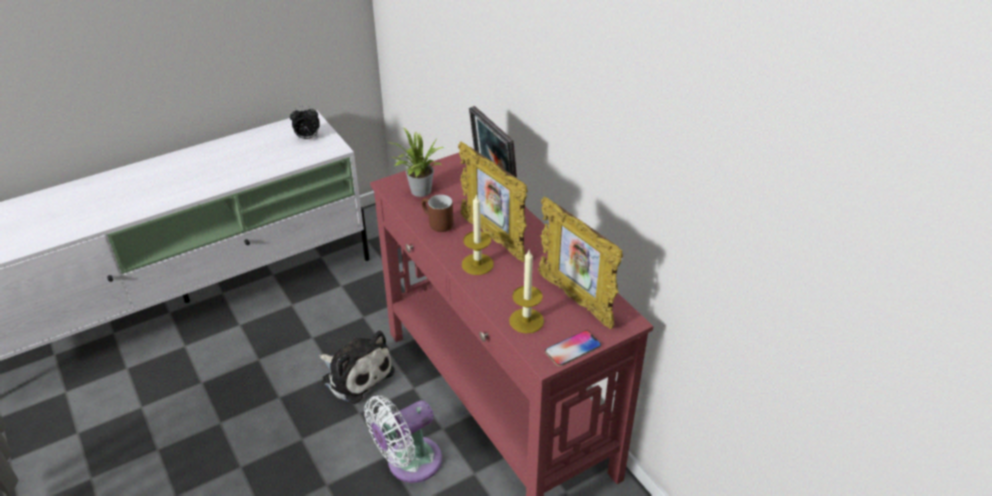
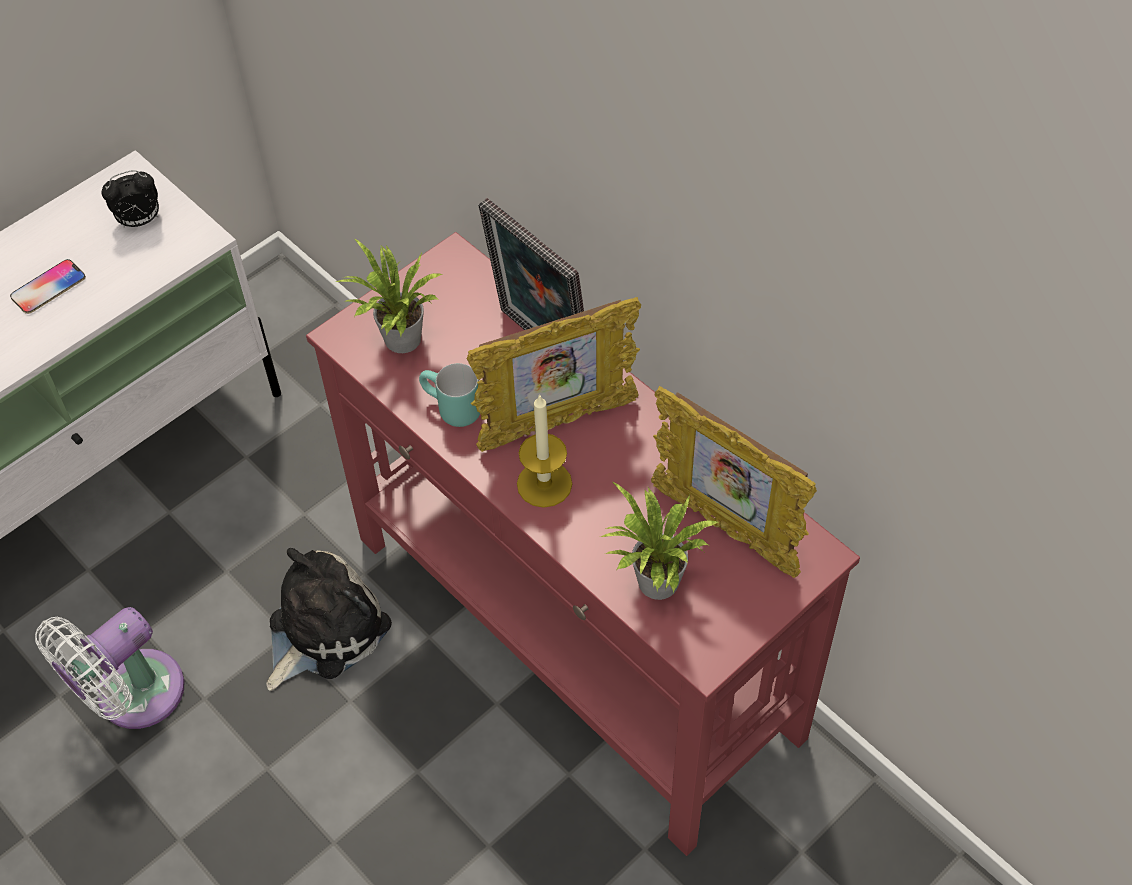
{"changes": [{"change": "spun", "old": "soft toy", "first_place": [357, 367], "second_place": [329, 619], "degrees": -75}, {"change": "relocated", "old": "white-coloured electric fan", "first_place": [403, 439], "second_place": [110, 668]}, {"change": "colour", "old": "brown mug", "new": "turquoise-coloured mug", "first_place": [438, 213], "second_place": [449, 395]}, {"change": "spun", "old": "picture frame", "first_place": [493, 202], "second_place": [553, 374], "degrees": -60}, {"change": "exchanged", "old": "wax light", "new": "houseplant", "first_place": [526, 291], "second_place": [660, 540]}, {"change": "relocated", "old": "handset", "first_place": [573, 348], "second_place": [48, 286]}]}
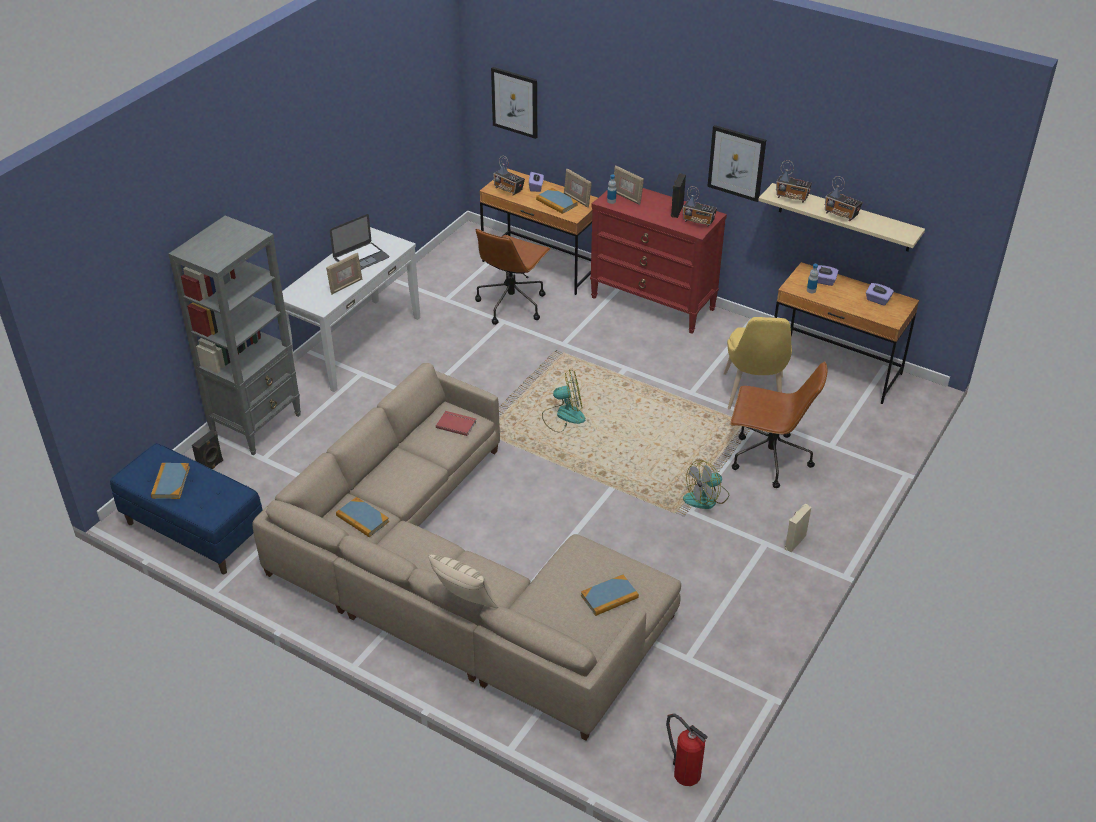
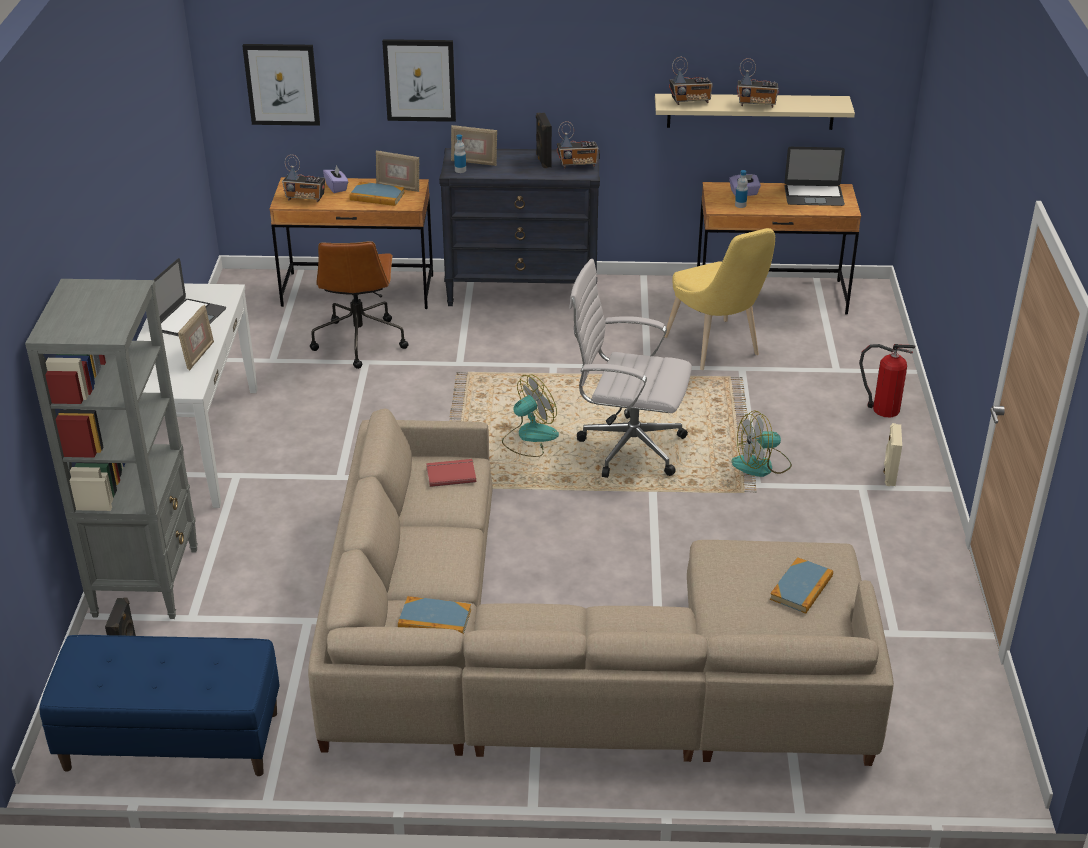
{"changes": [{"change": "missing", "old": "book", "first_place": [170, 481]}, {"change": "missing", "old": "beige-coloured throw pillow", "first_place": [463, 581]}, {"change": "colour", "old": "reddish dresser", "new": "black dresser", "first_place": [658, 261], "second_place": [519, 227]}, {"change": "relocated", "old": "fire-fighting cylinder", "first_place": [687, 749], "second_place": [887, 380]}, {"change": "spun", "old": "electric fan", "first_place": [706, 484], "second_place": [761, 443], "degrees": 45}, {"change": "relocated", "old": "wall picture", "first_place": [736, 163], "second_place": [419, 80]}, {"change": "missing", "old": "brown computer chair", "first_place": [778, 424]}, {"change": "exchanged", "old": "purplish tissue box", "new": "notebook computer", "first_place": [880, 294], "second_place": [814, 176]}, {"change": "appeared", "new": "white-coloured computer chair", "second_place": [630, 368]}]}
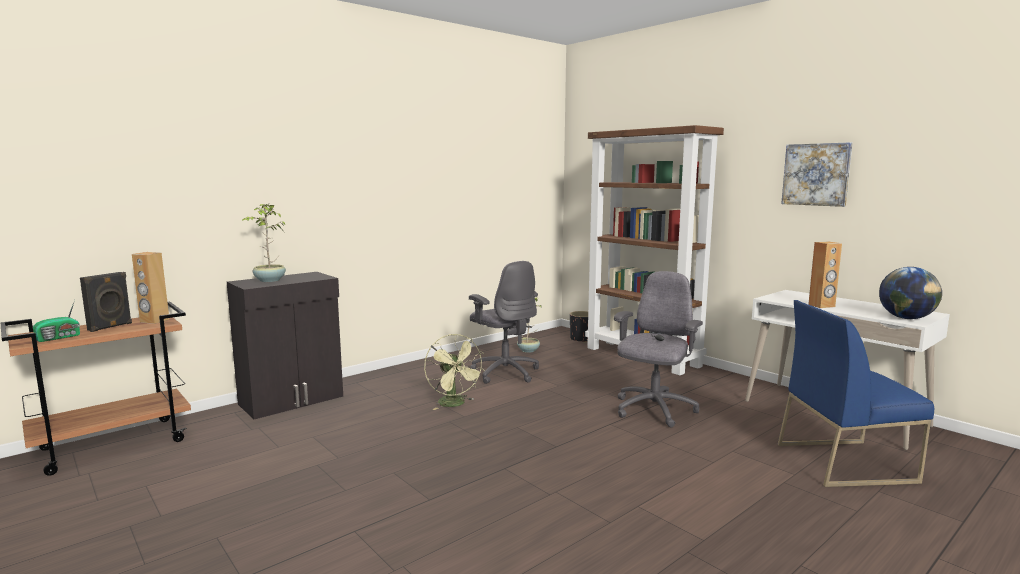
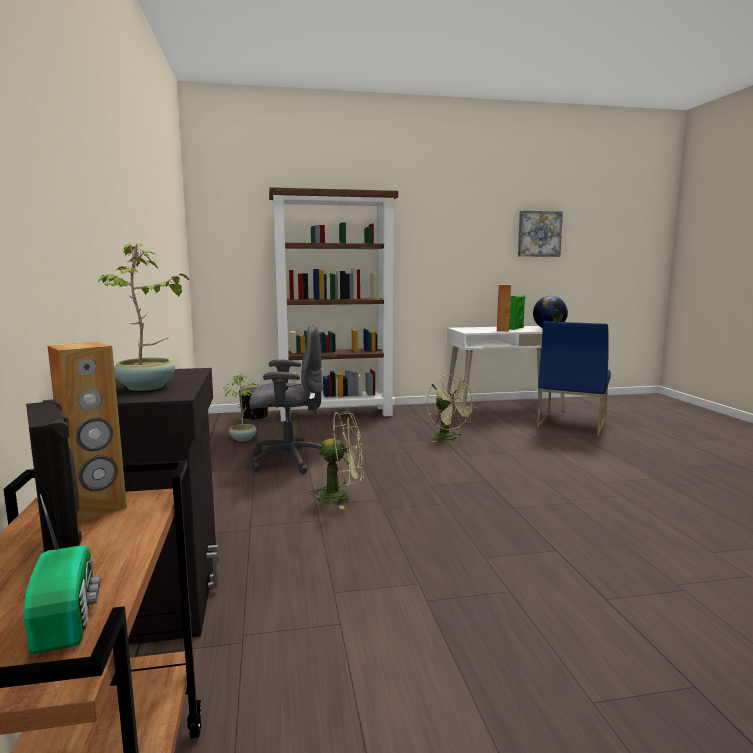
{"changes": [{"change": "exchanged", "old": "grey computer chair", "new": "green electric fan", "first_place": [658, 349], "second_place": [452, 408]}, {"change": "relocated", "old": "wall picture", "first_place": [816, 174], "second_place": [540, 234]}, {"change": "appeared", "new": "green audio speaker", "second_place": [517, 312]}]}
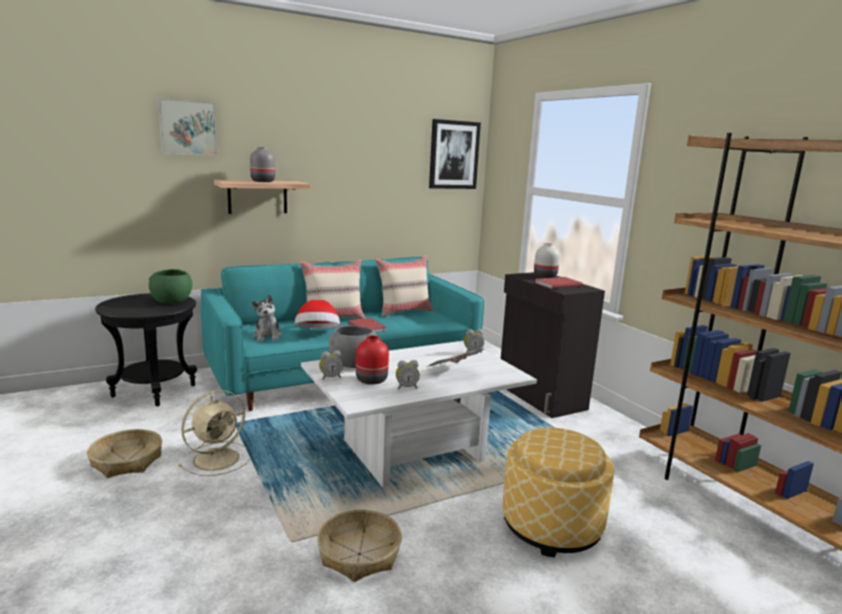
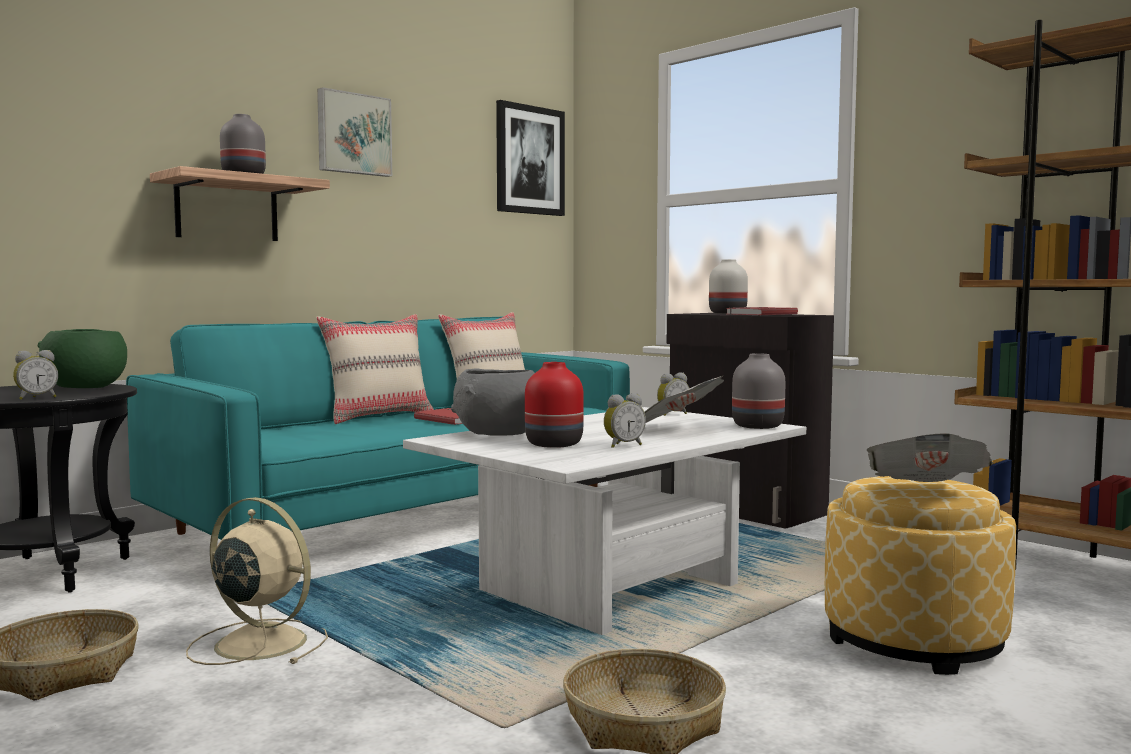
{"changes": [{"change": "relocated", "old": "wall picture", "first_place": [187, 127], "second_place": [354, 132]}, {"change": "spun", "old": "beige-coloured electric fan", "first_place": [214, 433], "second_place": [257, 581], "degrees": -90}, {"change": "missing", "old": "soft toy", "first_place": [267, 318]}, {"change": "missing", "old": "wearable hat", "first_place": [317, 314]}, {"change": "relocated", "old": "table clock", "first_place": [331, 365], "second_place": [35, 375]}, {"change": "appeared", "new": "grey vase", "second_place": [758, 391]}, {"change": "appeared", "new": "newspaper", "second_place": [929, 457]}]}
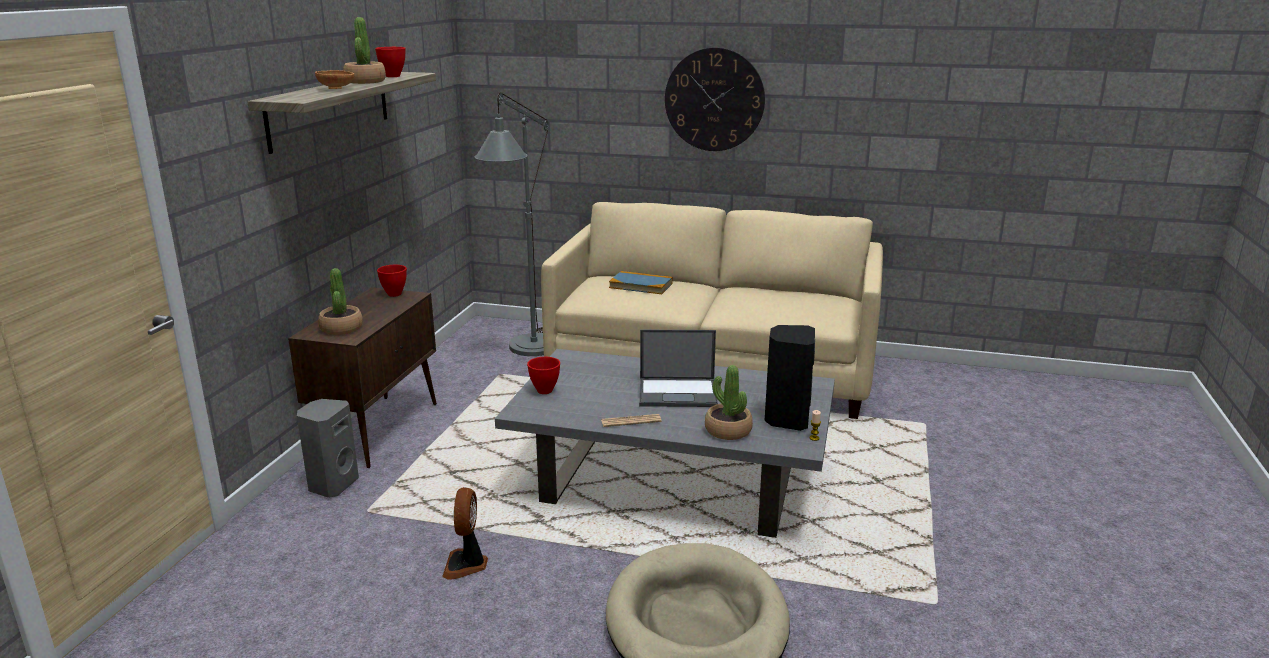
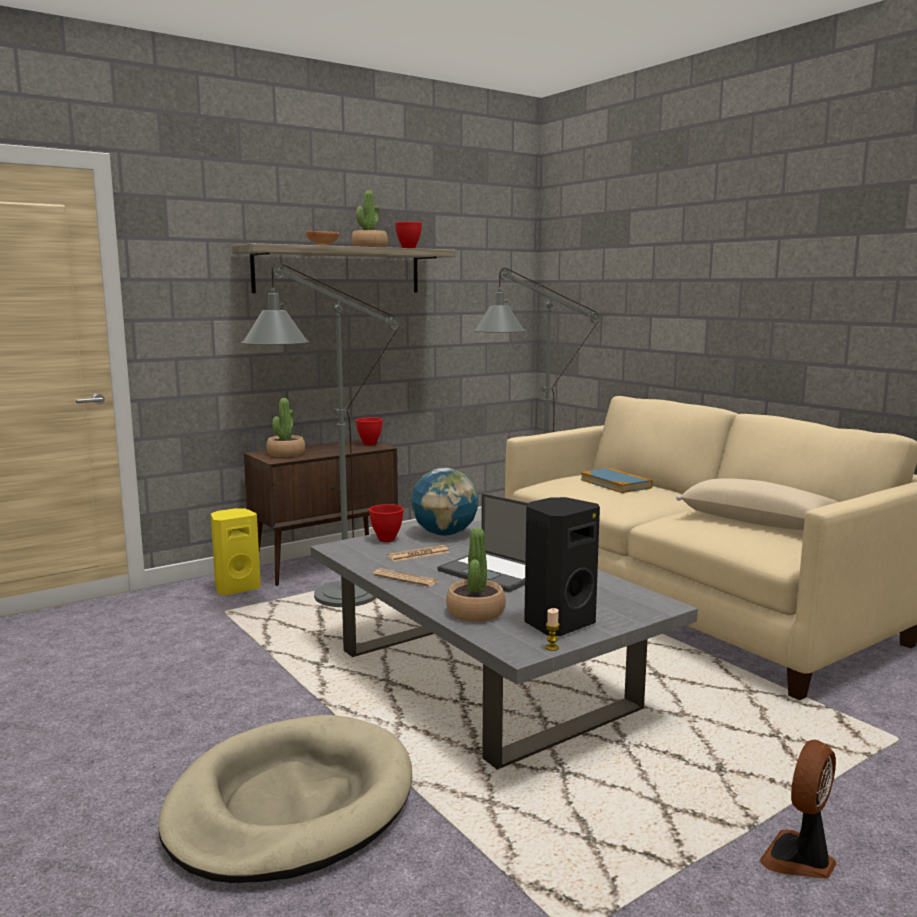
{"changes": [{"change": "colour", "old": "grey audio speaker", "new": "yellowish audio speaker", "first_place": [328, 448], "second_place": [236, 551]}, {"change": "relocated", "old": "electric fan", "first_place": [465, 533], "second_place": [797, 809]}, {"change": "missing", "old": "clock on the wall", "first_place": [715, 99]}, {"change": "appeared", "new": "grey standard lamp", "second_place": [320, 435]}, {"change": "appeared", "new": "newspaper", "second_place": [418, 553]}, {"change": "appeared", "new": "world globe", "second_place": [444, 502]}, {"change": "appeared", "new": "beige-coloured throw pillow", "second_place": [757, 504]}]}
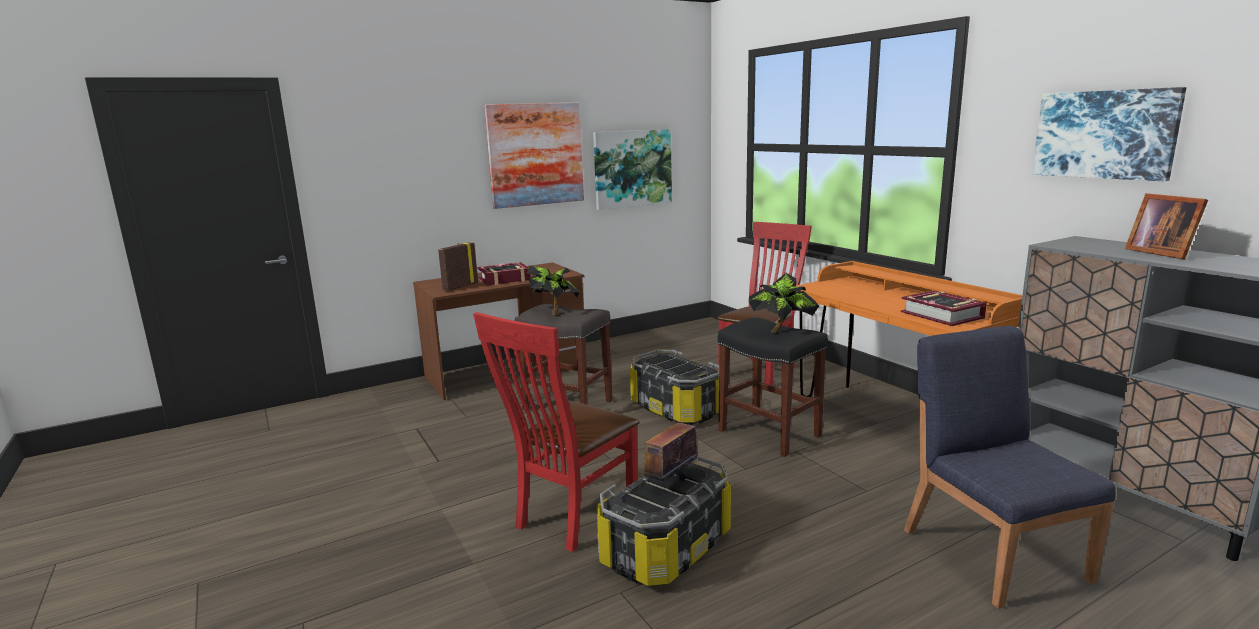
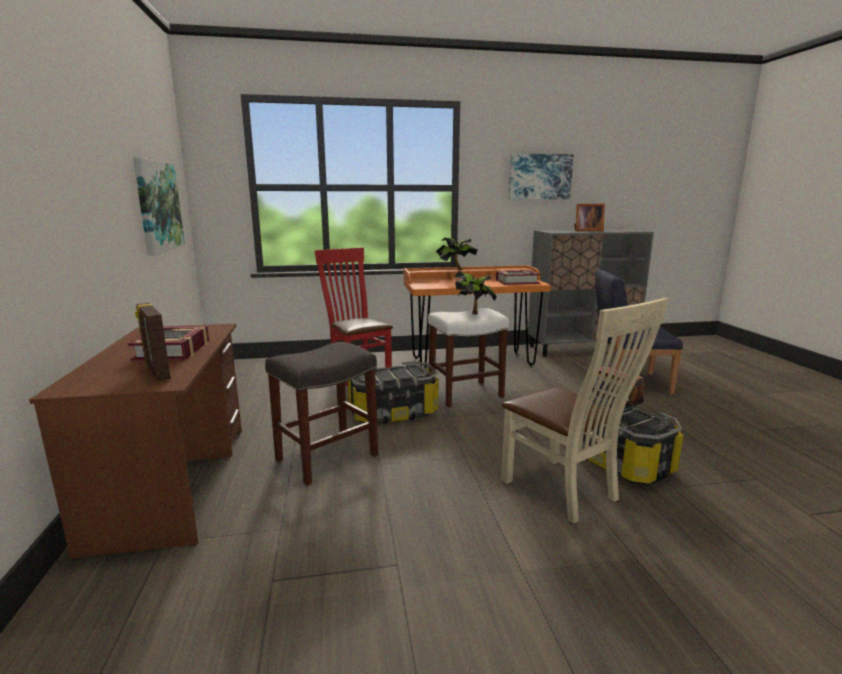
{"changes": [{"change": "colour", "old": "reddish chair", "new": "beige-coloured chair", "first_place": [556, 432], "second_place": [585, 411]}, {"change": "missing", "old": "wall picture", "first_place": [534, 156]}, {"change": "relocated", "old": "houseplant", "first_place": [553, 290], "second_place": [457, 254]}, {"change": "colour", "old": "black stool seat", "new": "white-coloured stool seat", "first_place": [773, 387], "second_place": [468, 357]}]}
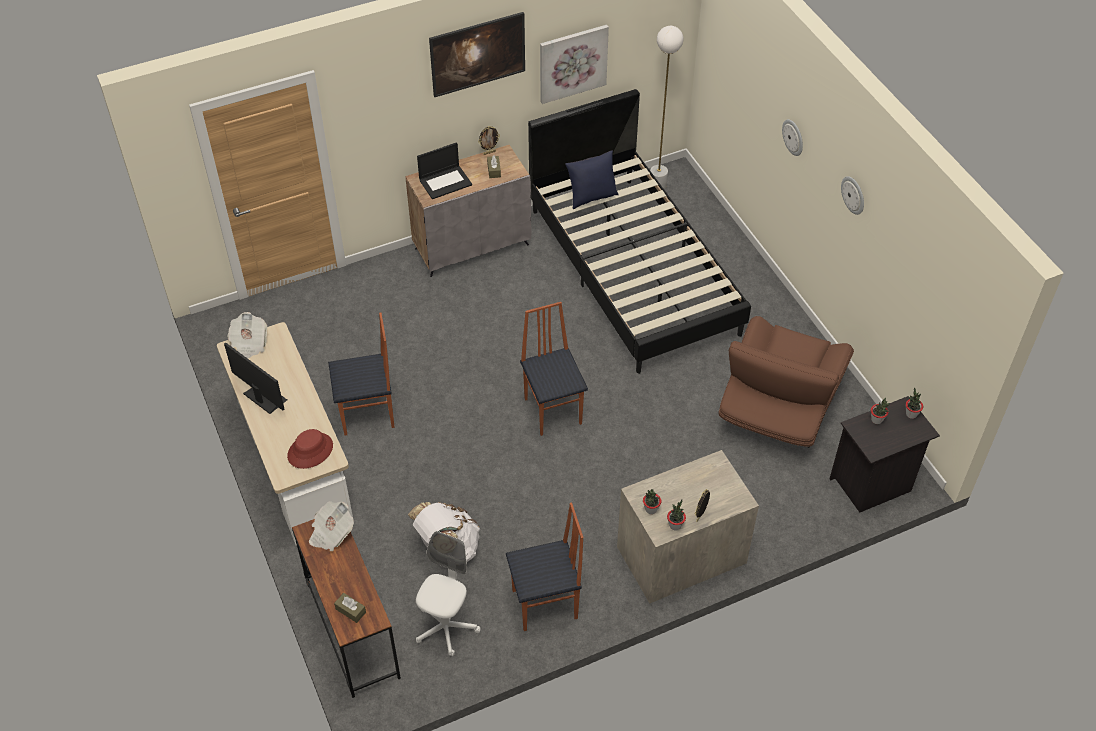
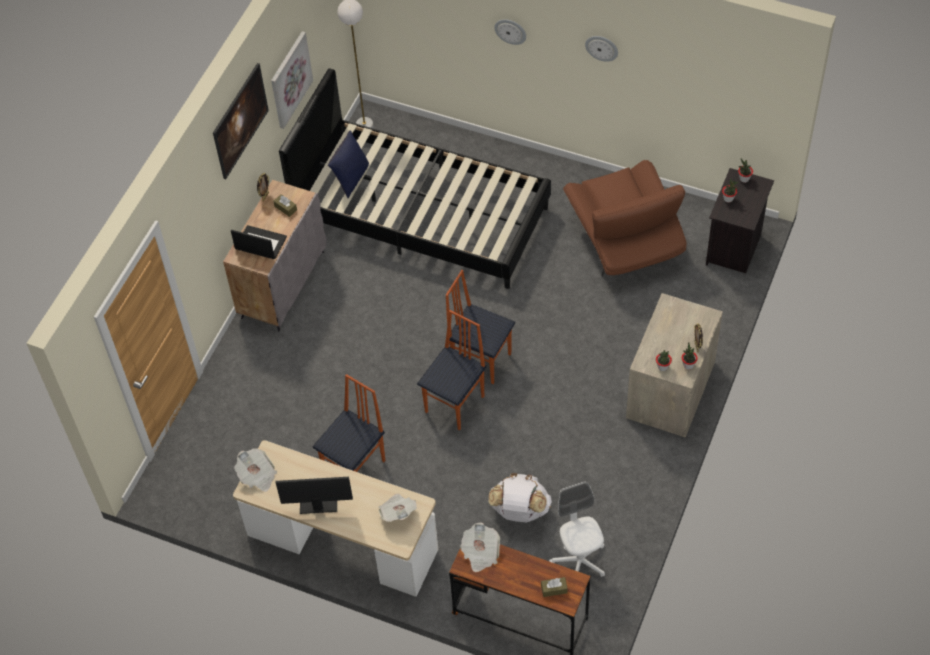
{"changes": [{"change": "exchanged", "old": "reddish wearable hat", "new": "newspaper", "first_place": [310, 449], "second_place": [397, 508]}, {"change": "spun", "old": "notebook computer", "first_place": [444, 170], "second_place": [259, 242], "degrees": -90}, {"change": "relocated", "old": "chair", "first_place": [544, 567], "second_place": [451, 370]}]}
